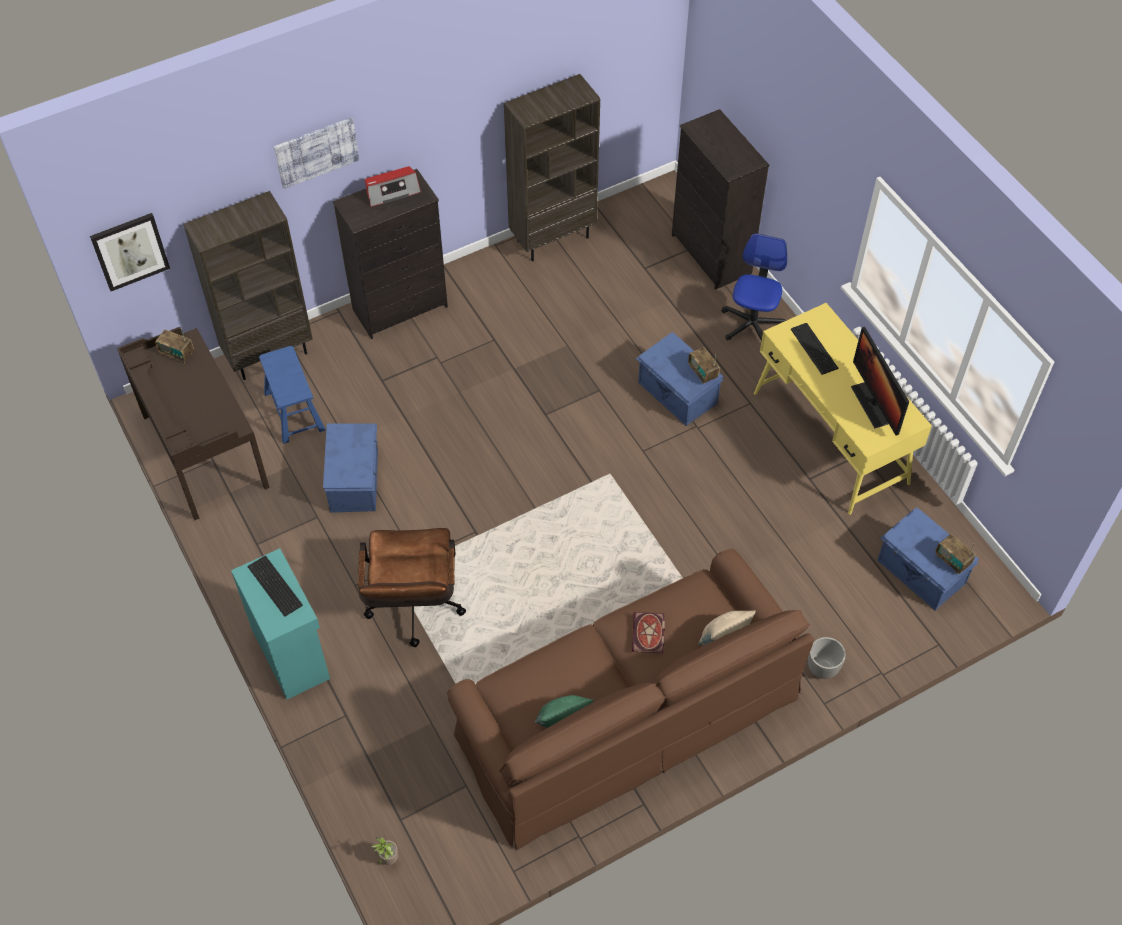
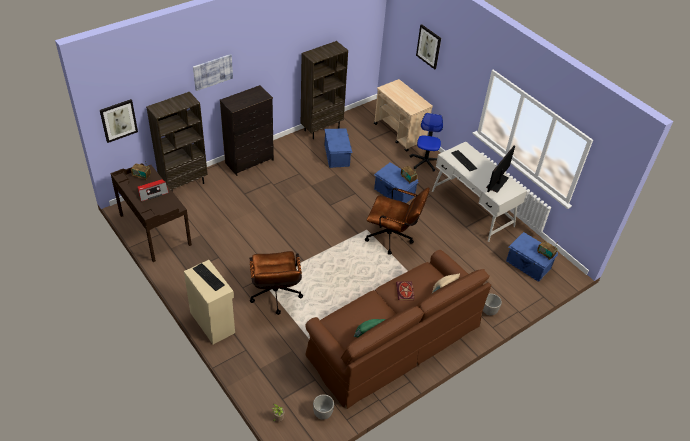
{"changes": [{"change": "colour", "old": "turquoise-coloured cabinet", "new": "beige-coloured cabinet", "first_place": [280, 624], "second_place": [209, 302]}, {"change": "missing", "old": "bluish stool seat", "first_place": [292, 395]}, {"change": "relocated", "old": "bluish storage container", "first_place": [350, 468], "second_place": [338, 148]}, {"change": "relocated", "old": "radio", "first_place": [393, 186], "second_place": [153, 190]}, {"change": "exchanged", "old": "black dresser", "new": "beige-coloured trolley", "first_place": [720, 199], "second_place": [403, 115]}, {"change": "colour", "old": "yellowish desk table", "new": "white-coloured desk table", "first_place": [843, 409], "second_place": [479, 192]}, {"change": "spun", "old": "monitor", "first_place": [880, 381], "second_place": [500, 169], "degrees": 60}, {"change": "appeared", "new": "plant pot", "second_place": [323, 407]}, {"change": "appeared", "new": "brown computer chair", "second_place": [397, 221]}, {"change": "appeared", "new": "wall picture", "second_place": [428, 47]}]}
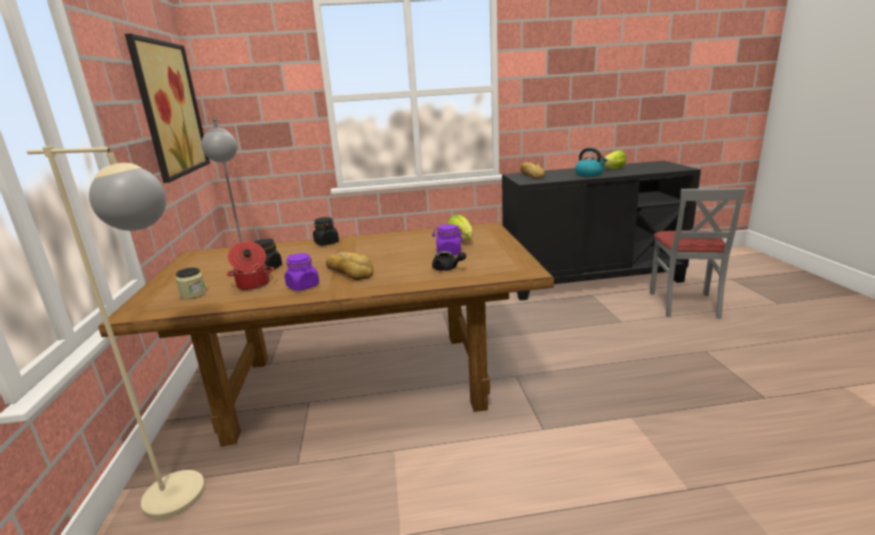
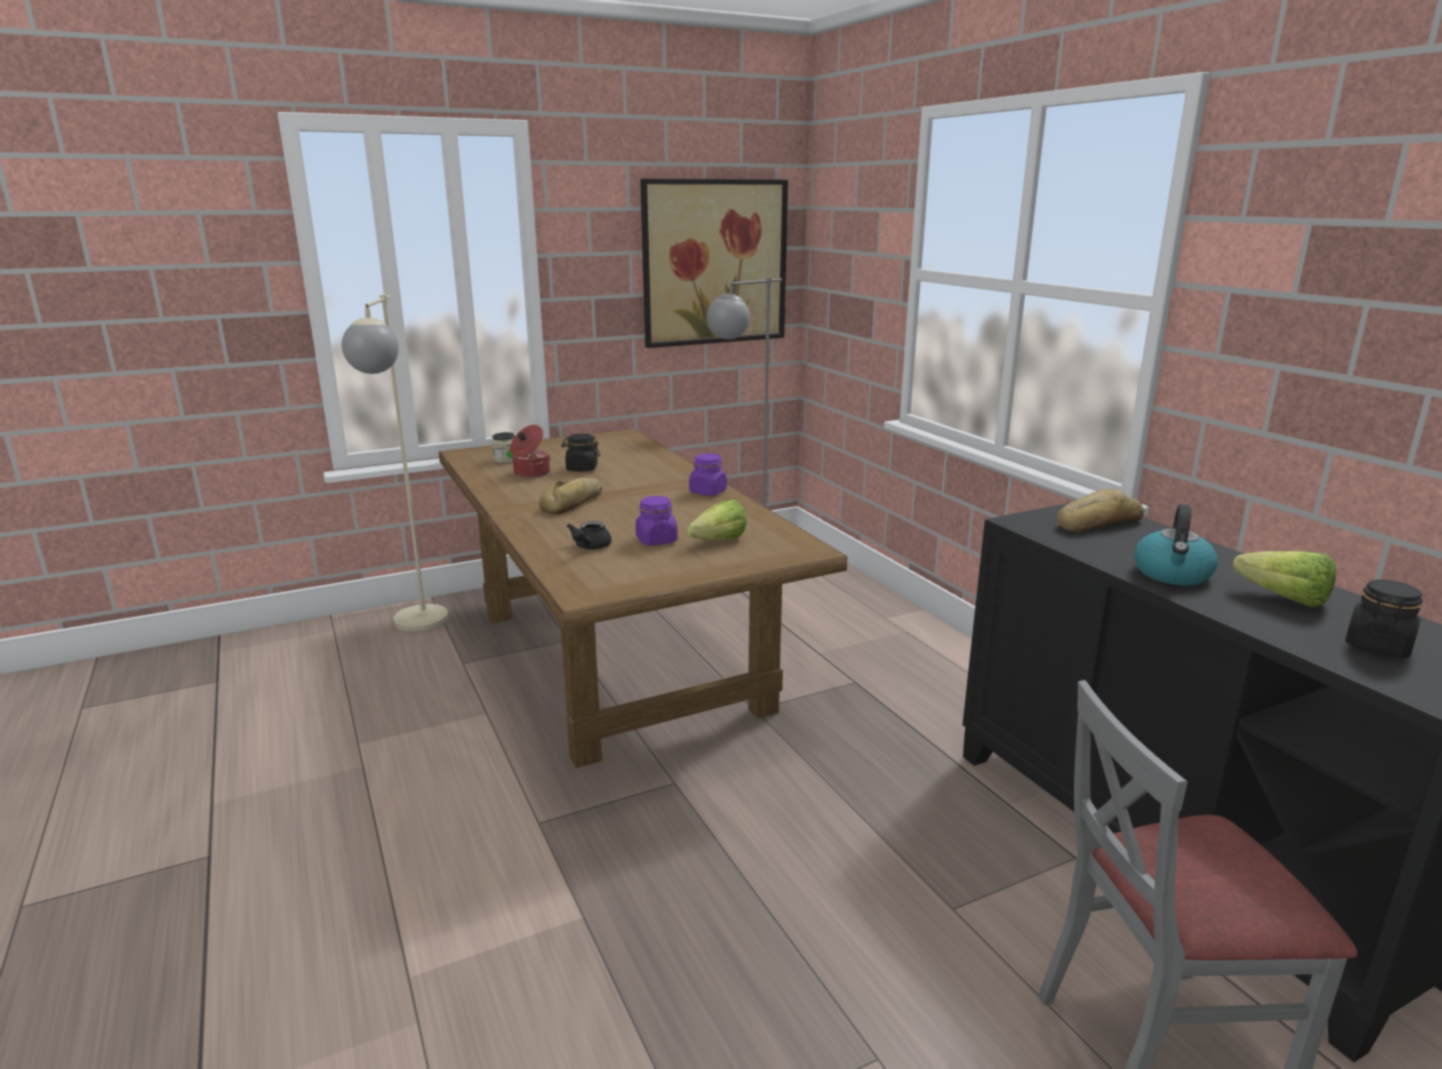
{"changes": [{"change": "relocated", "old": "purplish preserve jar", "first_place": [302, 272], "second_place": [708, 475]}, {"change": "relocated", "old": "black preserve jar", "first_place": [326, 231], "second_place": [1384, 618]}]}
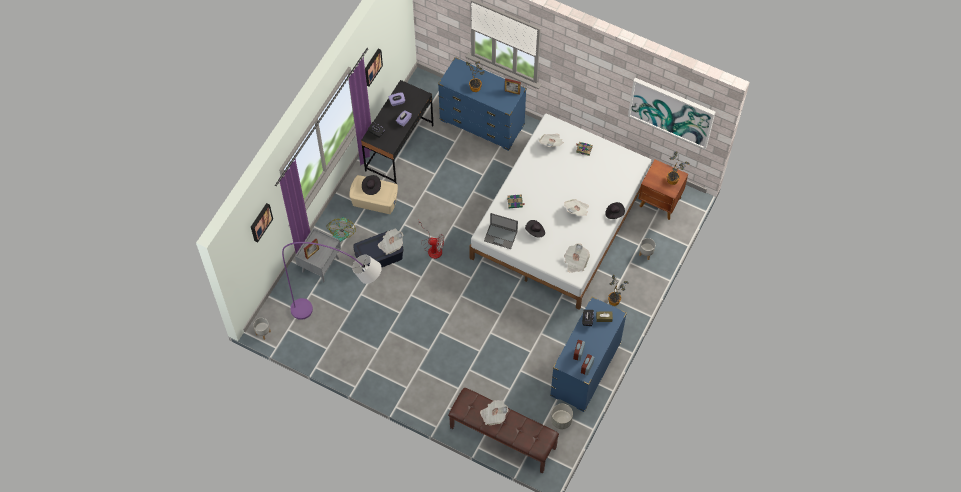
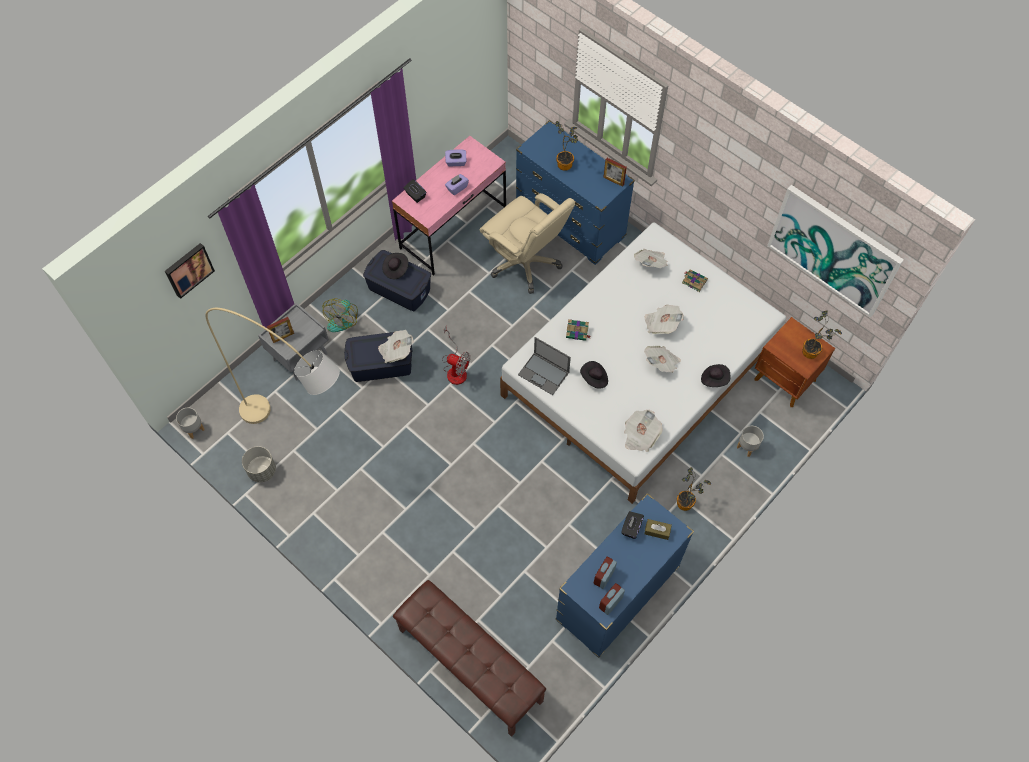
{"changes": [{"change": "colour", "old": "purplish standard lamp", "new": "beige-coloured standard lamp", "first_place": [332, 281], "second_place": [272, 366]}, {"change": "colour", "old": "beige-coloured storage container", "new": "bluish storage container", "first_place": [373, 194], "second_place": [397, 280]}, {"change": "colour", "old": "black desk table", "new": "pinkish desk table", "first_place": [397, 132], "second_place": [449, 206]}, {"change": "missing", "old": "wall picture", "first_place": [374, 68]}, {"change": "relocated", "old": "newspaper", "first_place": [494, 412], "second_place": [664, 319]}, {"change": "relocated", "old": "grey plant pot", "first_place": [562, 416], "second_place": [259, 464]}, {"change": "appeared", "new": "beige-coloured computer chair", "second_place": [527, 243]}]}
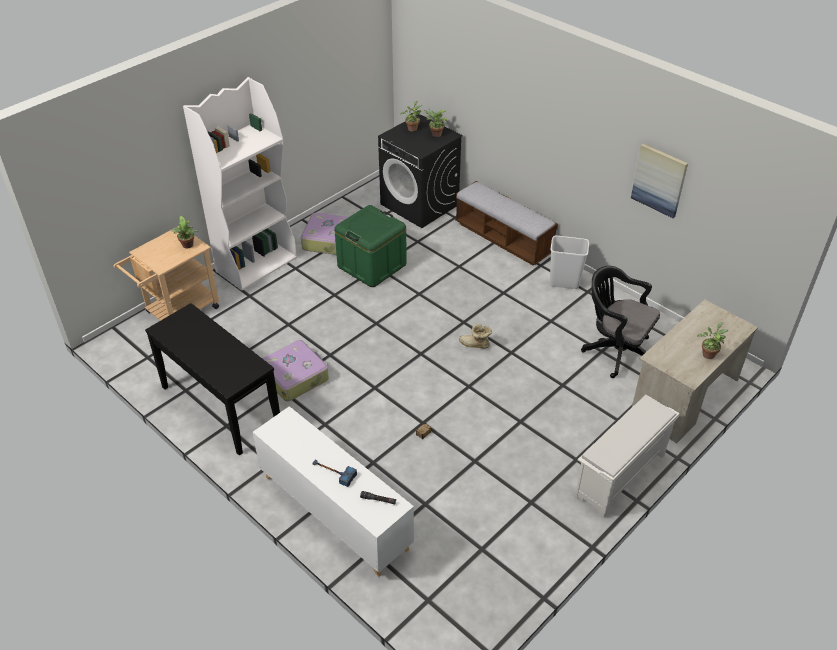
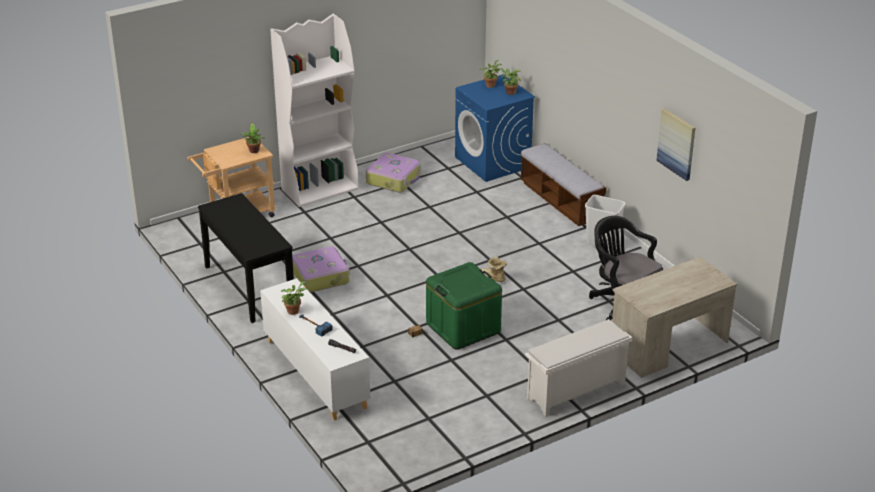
{"changes": [{"change": "relocated", "old": "green storage container", "first_place": [371, 246], "second_place": [464, 306]}, {"change": "colour", "old": "black laundry machine", "new": "bluish laundry machine", "first_place": [420, 171], "second_place": [495, 128]}, {"change": "relocated", "old": "houseplant", "first_place": [712, 340], "second_place": [294, 298]}]}
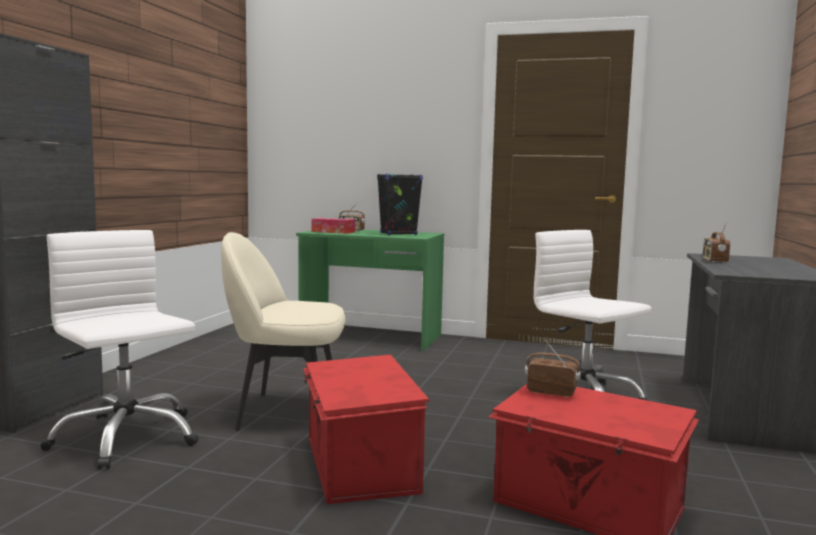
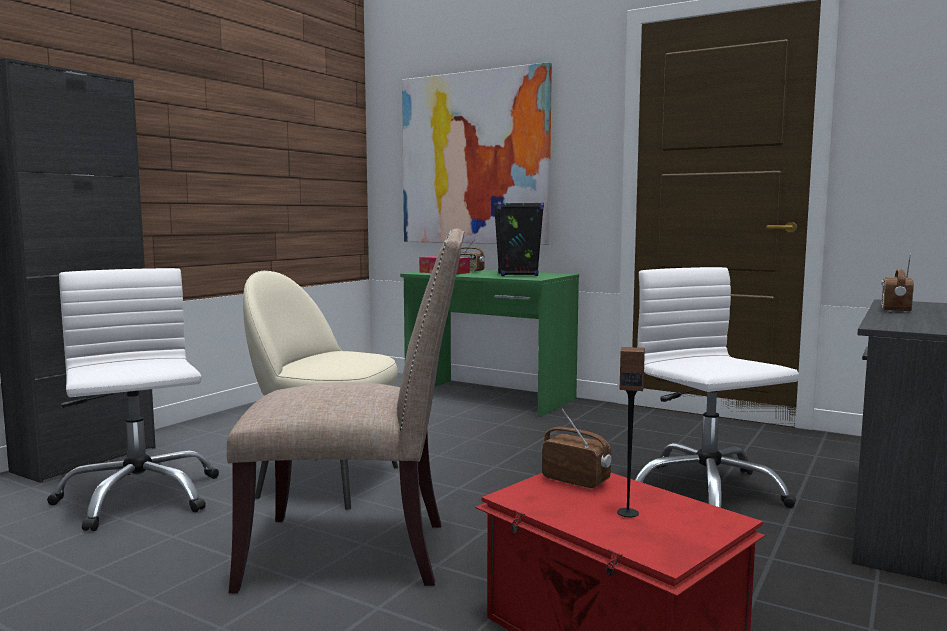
{"changes": [{"change": "exchanged", "old": "reddish storage container", "new": "beige-coloured chair", "first_place": [366, 429], "second_place": [345, 411]}, {"change": "appeared", "new": "wall picture", "second_place": [477, 153]}, {"change": "appeared", "new": "audio speaker", "second_place": [631, 432]}]}
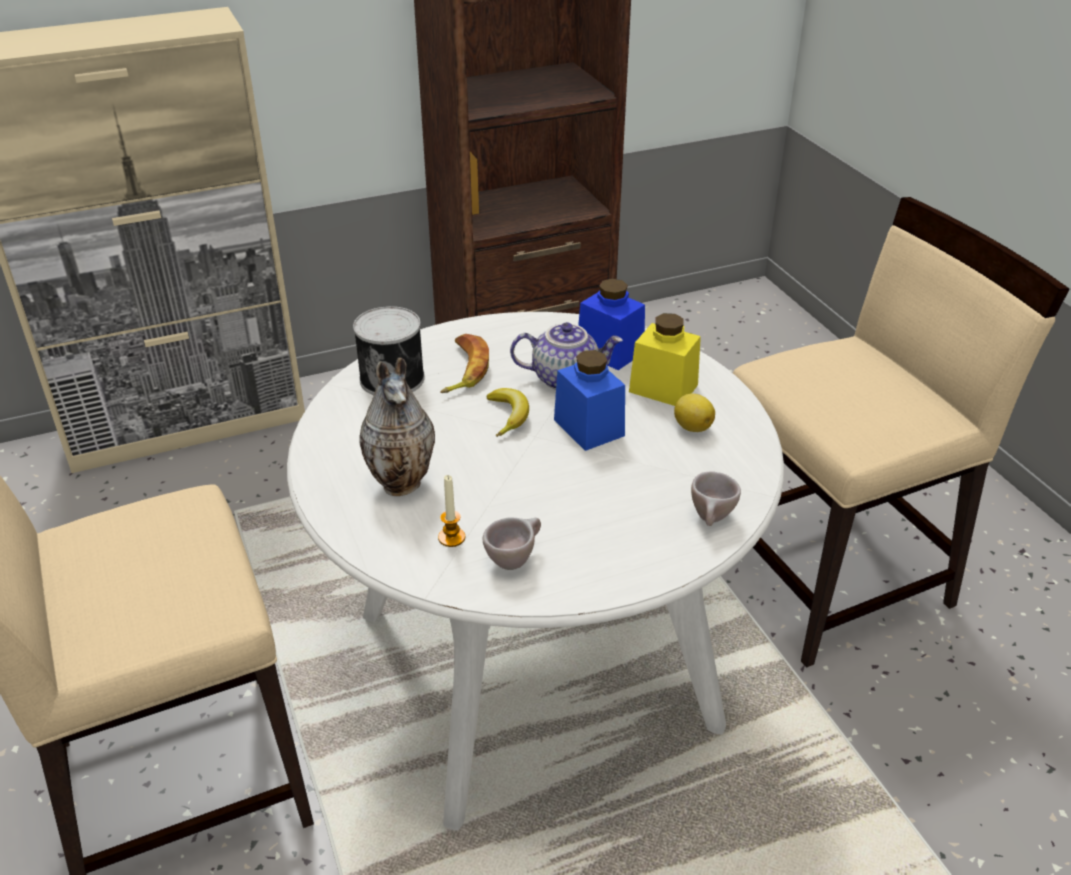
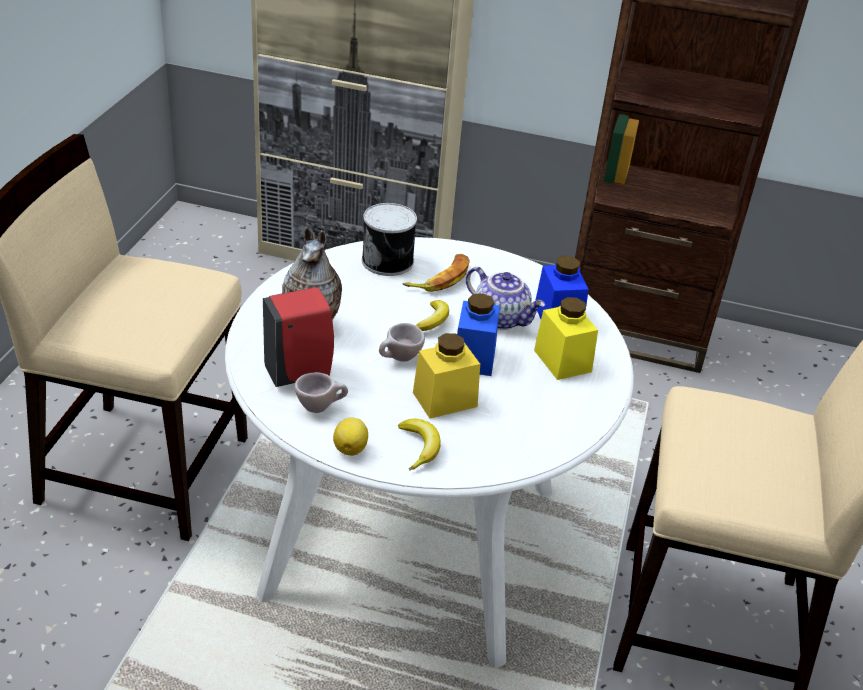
{"changes": [{"change": "exchanged", "old": "wax light", "new": "reddish soap bottle", "first_place": [451, 511], "second_place": [298, 337]}, {"change": "relocated", "old": "whole lemon", "first_place": [694, 412], "second_place": [350, 436]}, {"change": "relocated", "old": "beige-coloured cup", "first_place": [716, 498], "second_place": [402, 342]}, {"change": "appeared", "new": "whole banana", "second_place": [419, 444]}, {"change": "appeared", "new": "yellowish preserve jar", "second_place": [446, 376]}]}
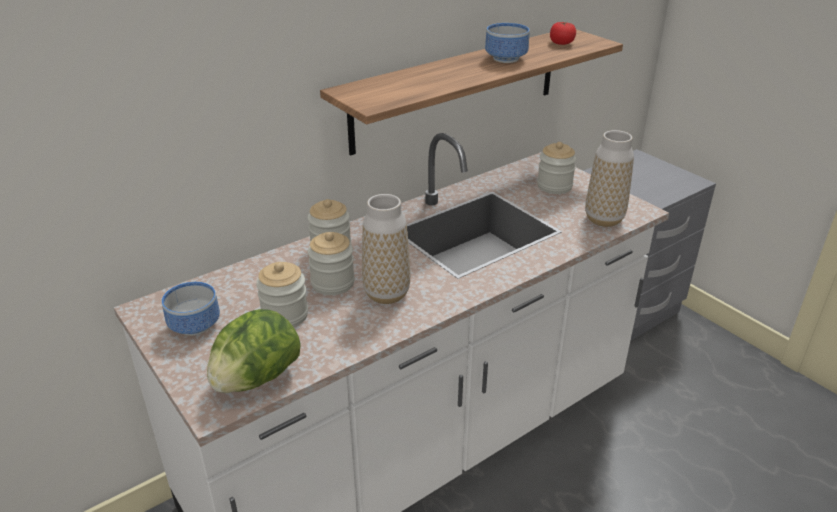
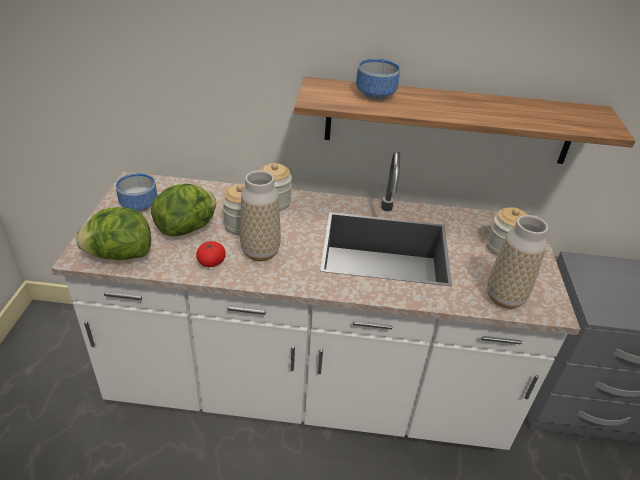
{"changes": [{"change": "exchanged", "old": "preserve jar", "new": "lettuce head", "first_place": [282, 294], "second_place": [183, 210]}, {"change": "relocated", "old": "deep dish", "first_place": [507, 43], "second_place": [378, 79]}, {"change": "relocated", "old": "whole tomato", "first_place": [563, 33], "second_place": [211, 254]}]}
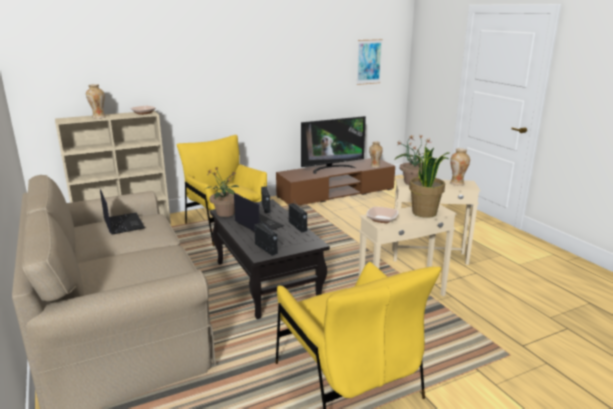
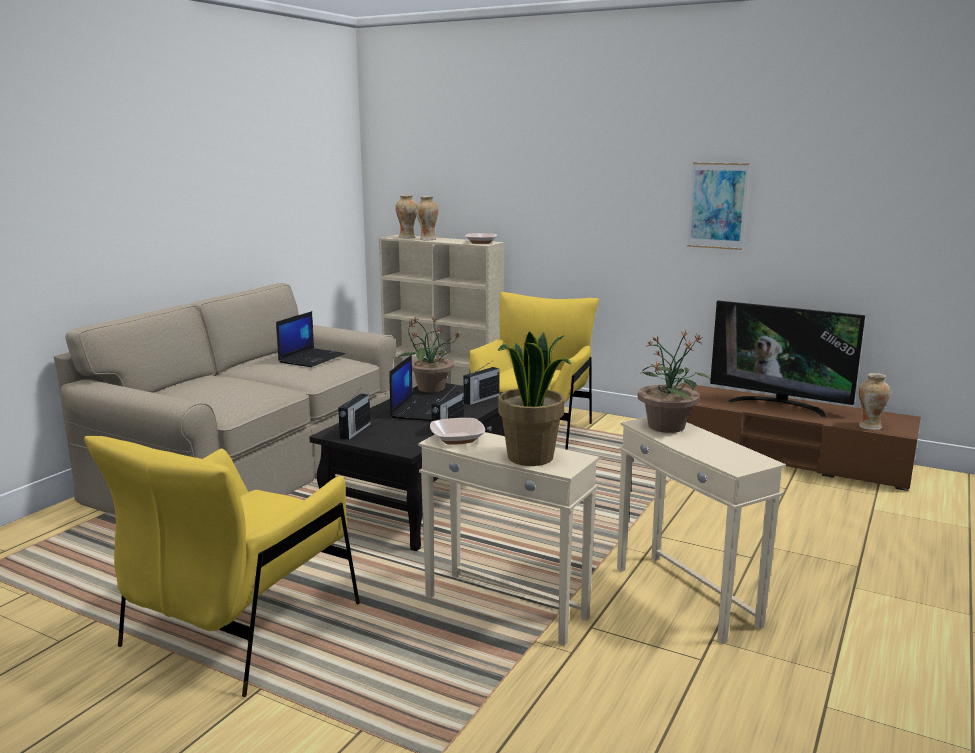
{"changes": [{"change": "relocated", "old": "wall picture", "first_place": [369, 62], "second_place": [718, 206]}, {"change": "relocated", "old": "vase", "first_place": [460, 167], "second_place": [406, 216]}]}
